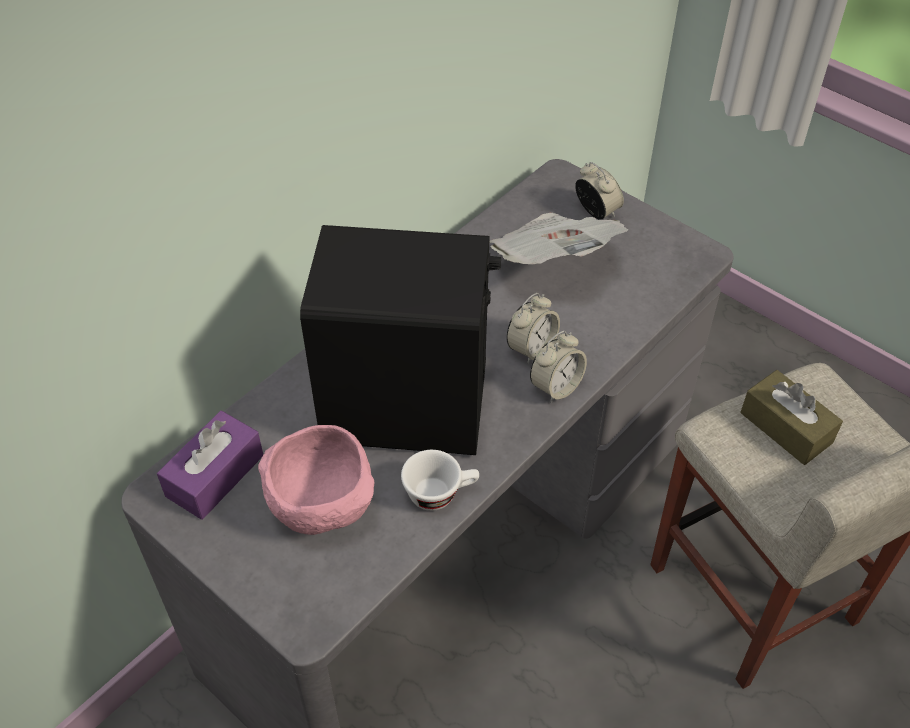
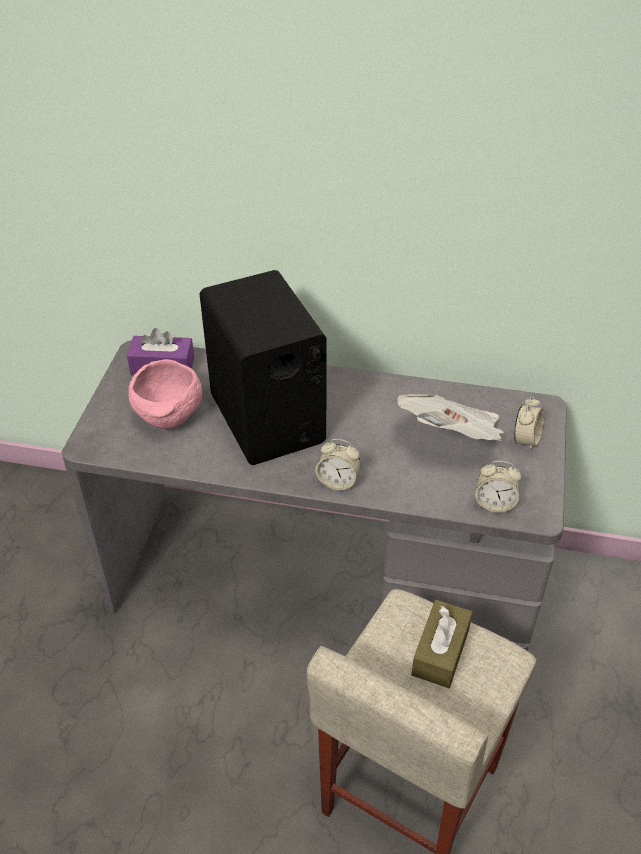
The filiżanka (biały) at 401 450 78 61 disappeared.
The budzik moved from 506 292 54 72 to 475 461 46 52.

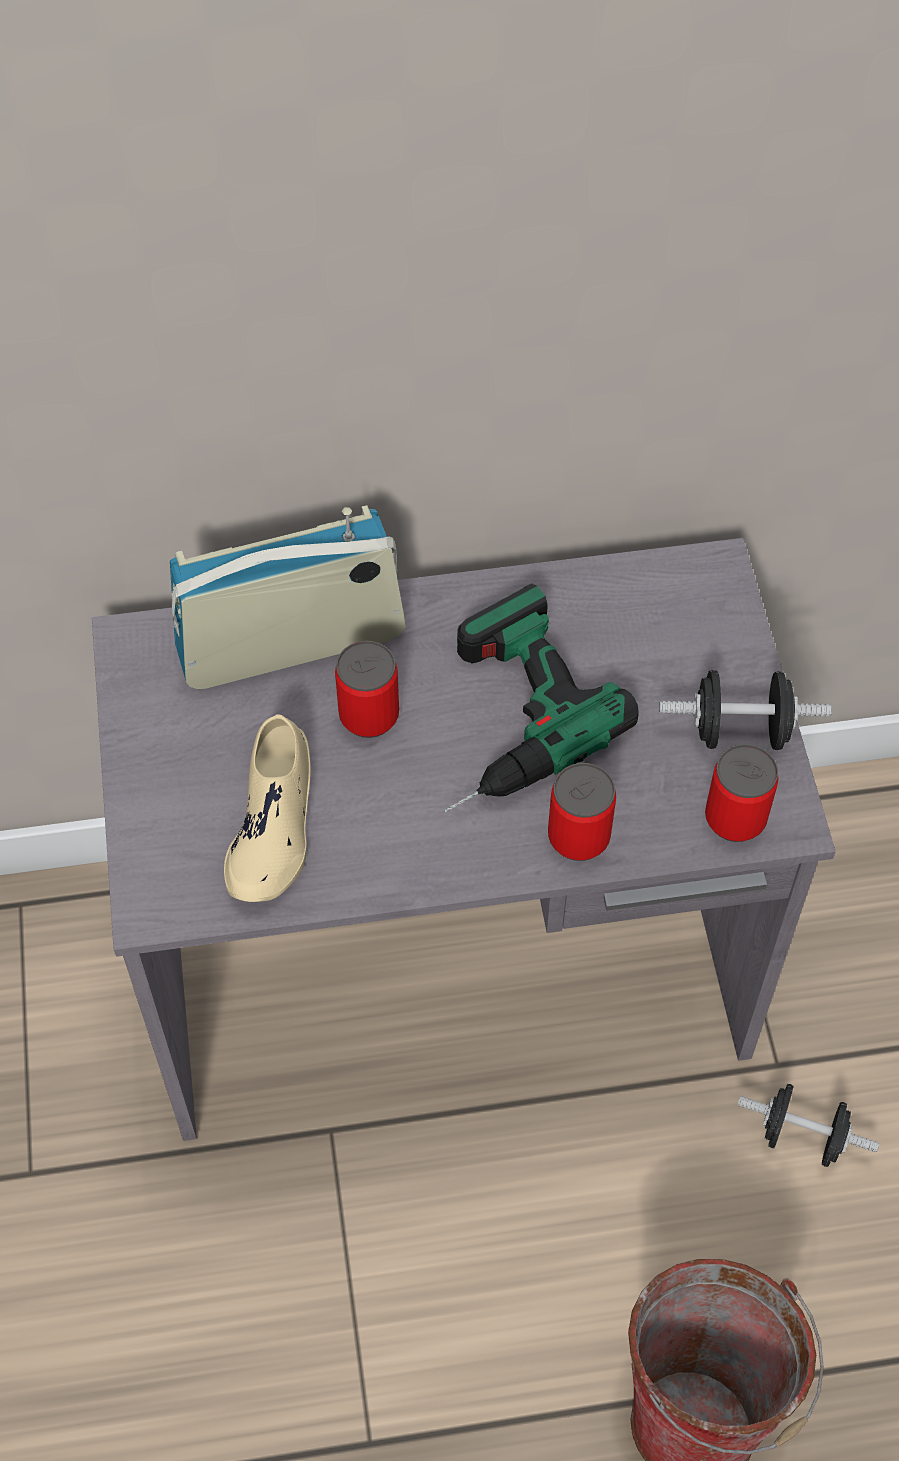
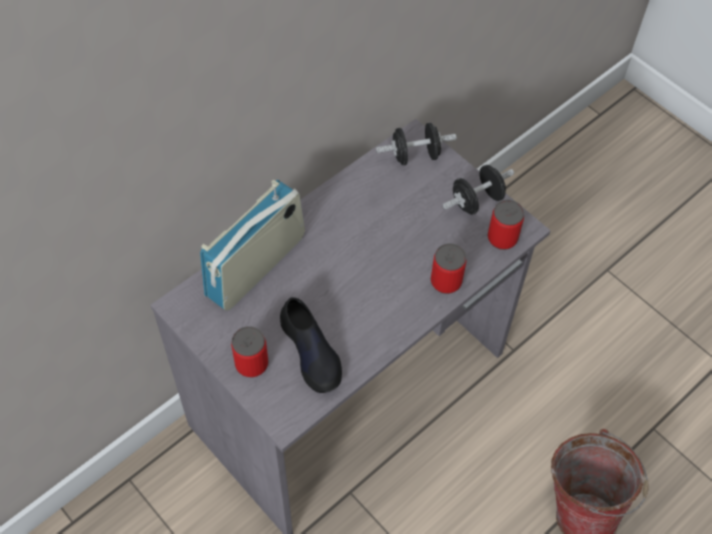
The wiertarka at 444 584 194 229 disappeared.
The puszka moved from 335 641 64 97 to 231 326 37 51.
The hantel (czarny) moved from 737 1084 142 83 to 376 123 81 42.
The but (beżowy) at 224 714 87 188 became the but (czarny) at 280 297 62 96.

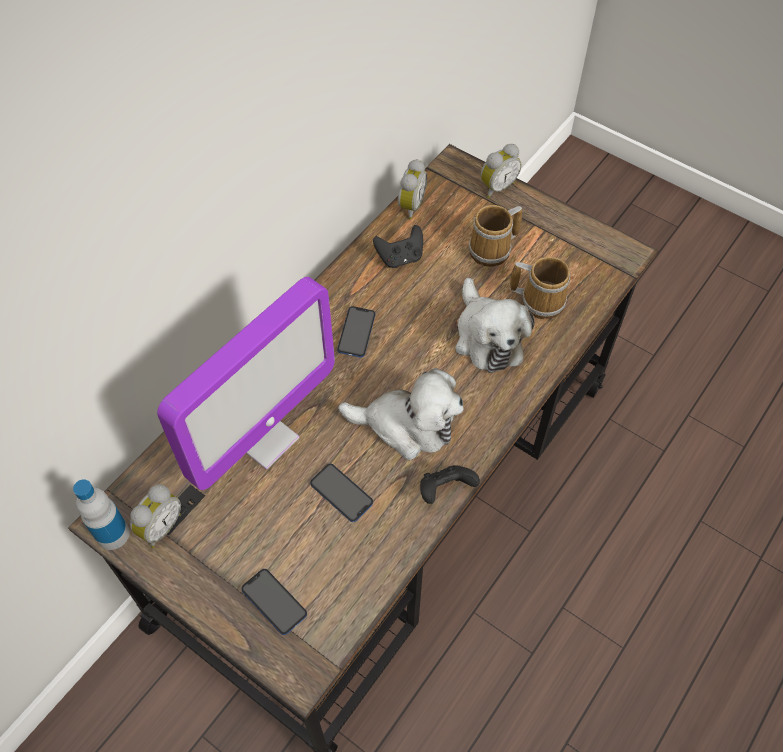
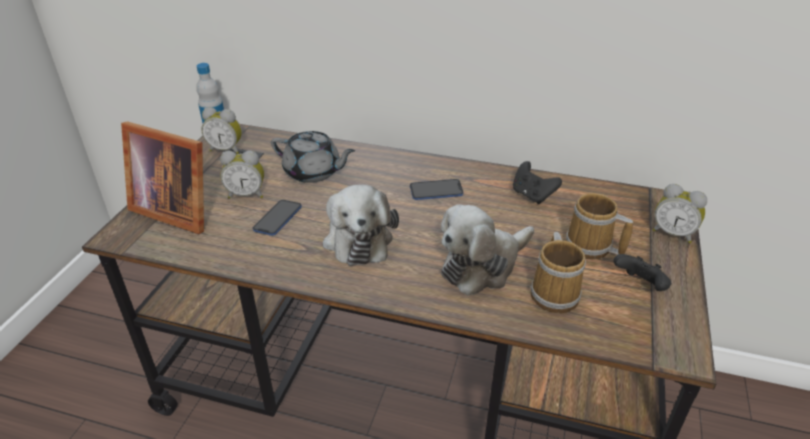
The budzik moved from 398 159 29 60 to 220 151 44 48.
The pad do gier (czarny) moved from 420 465 60 39 to 614 254 57 37.
The monitor at 157 277 178 213 was replaced by the imbryk (szary) at 271 131 84 52.
The telefon at 241 569 66 66 was replaced by the ramka na zdjęcie at 121 121 83 113.

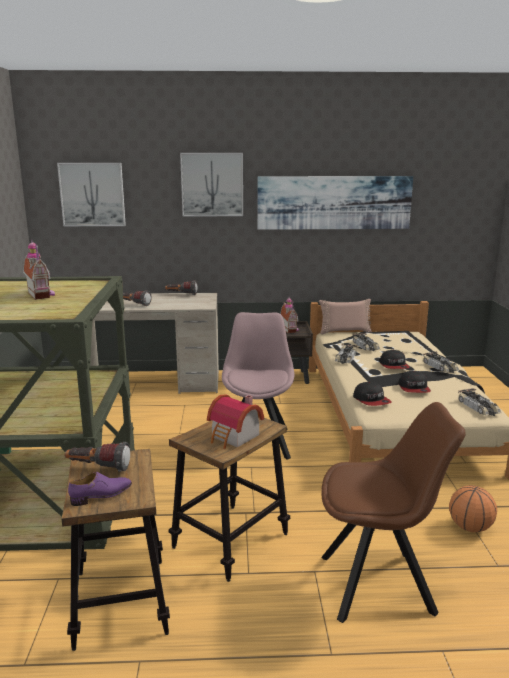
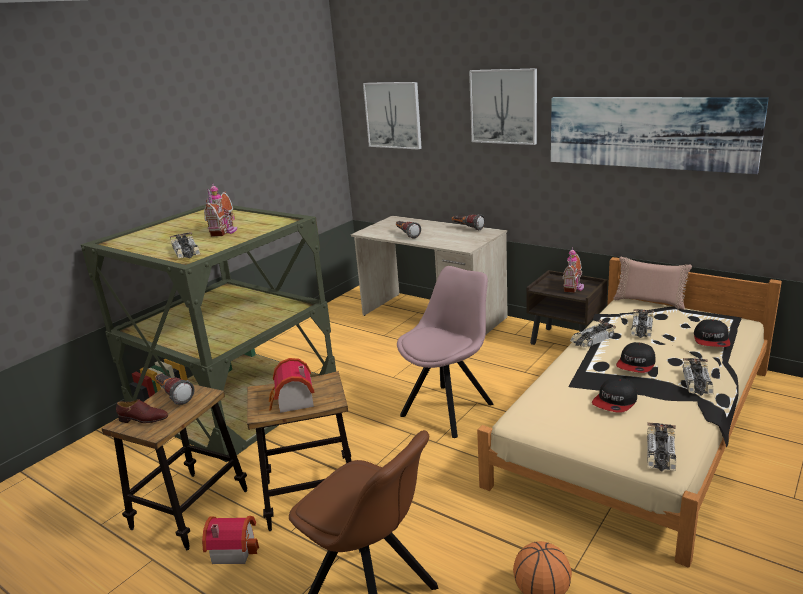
The samochodzik at 170 232 30 27 appeared.
The domek at 202 516 57 48 appeared.
The czapka z daszkiem moved from 353 382 39 24 to 694 319 37 28.
The but (fioletowy) at 68 472 64 34 became the but (brązowy) at 116 399 52 24.

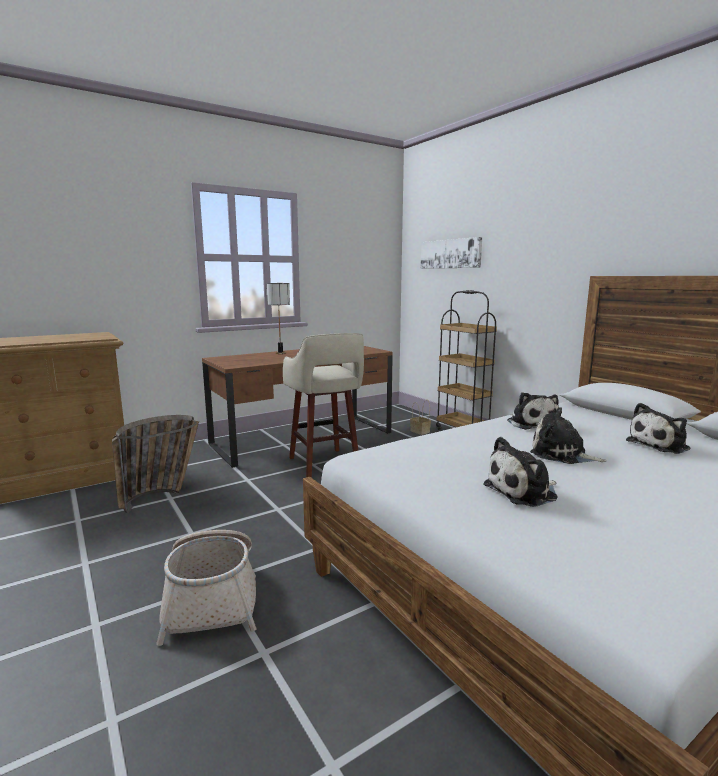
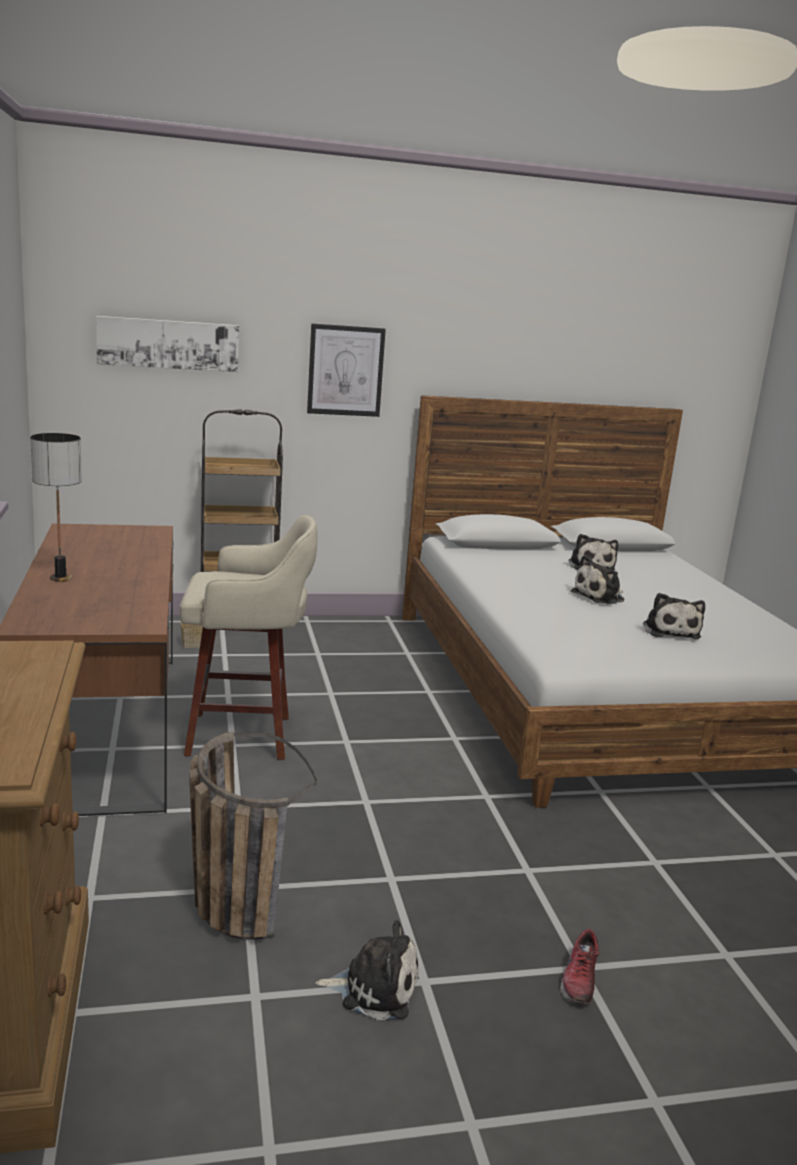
The koszyk at 156 530 100 116 disappeared.
The obraz at 307 323 79 94 appeared.
The but at 560 928 39 77 appeared.
The pluszak moved from 508 392 51 38 to 315 920 103 100.

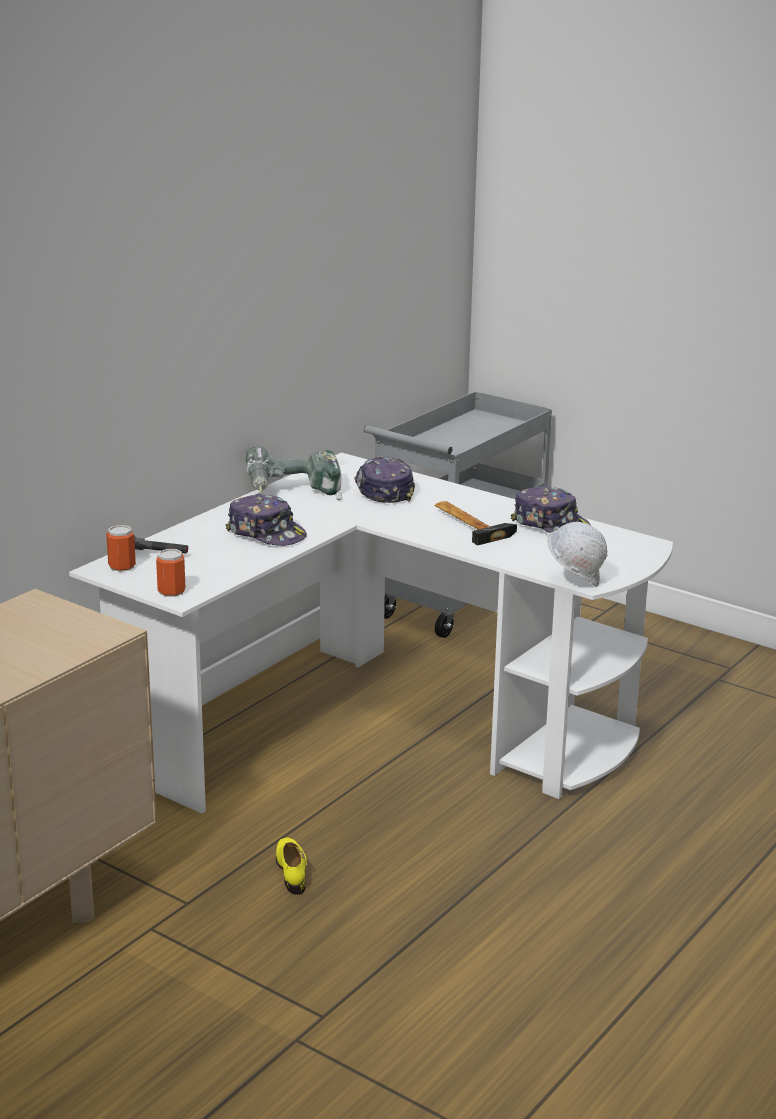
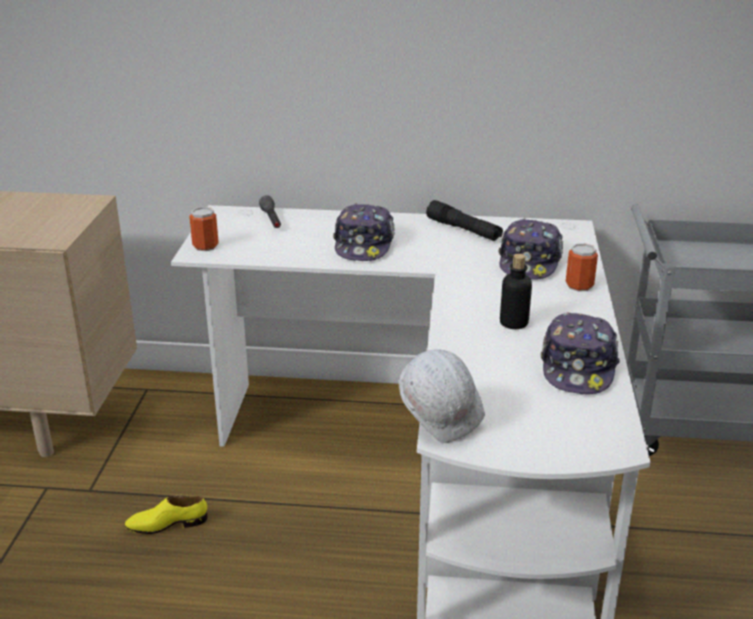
The puszka moved from 106 525 30 47 to 566 243 32 49.
The wiertarka at 246 446 96 54 was replaced by the latarka (czarny) at 426 200 77 41.
The młotek at 435 501 82 44 was replaced by the butelka at 500 254 32 75.
The but (żółty) at 276 838 31 57 turned 150 degrees counterclockwise.
The czapka z daszkiem at 354 457 61 46 turned 150 degrees clockwise.

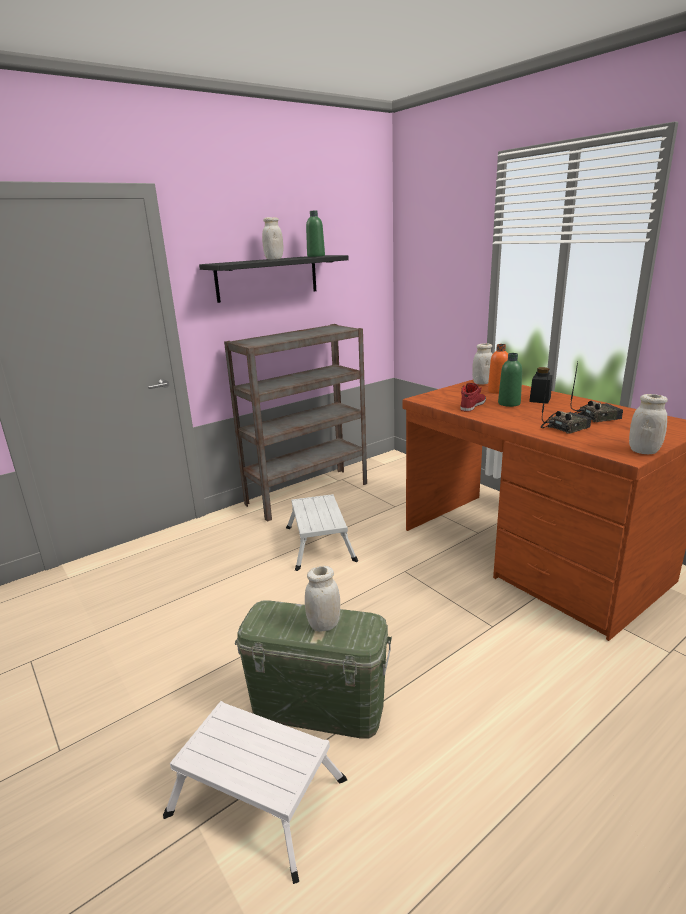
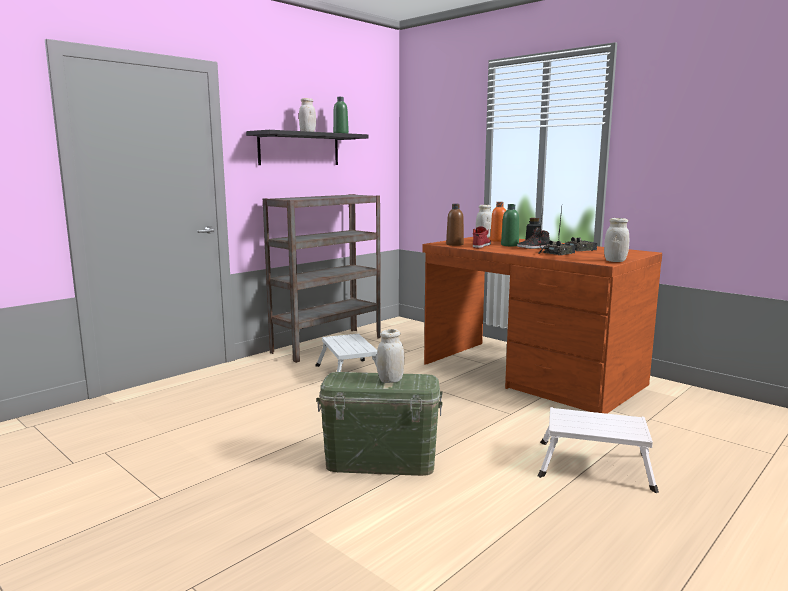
The butelka (brązowy) at 446 204 18 42 appeared.
The but (czarny) at 517 227 33 22 appeared.
The drabinka (biały) moved from 163 701 184 183 to 538 407 121 86.

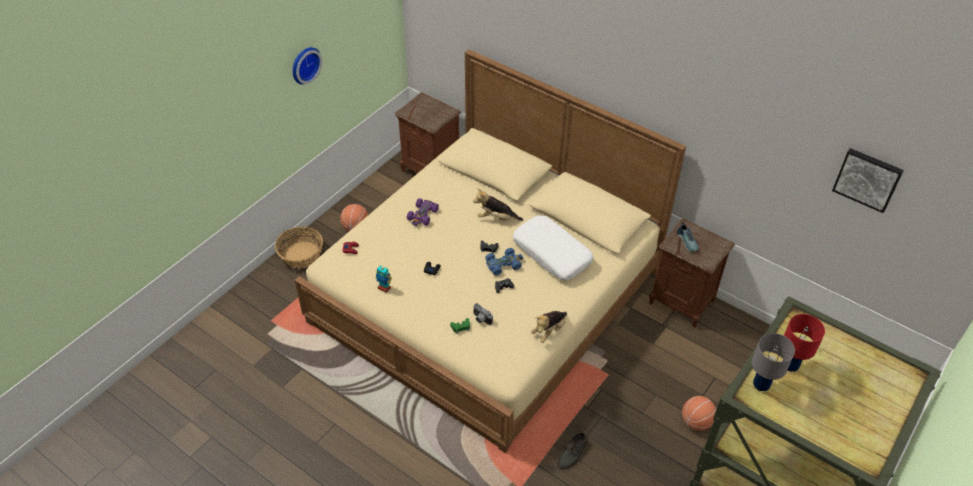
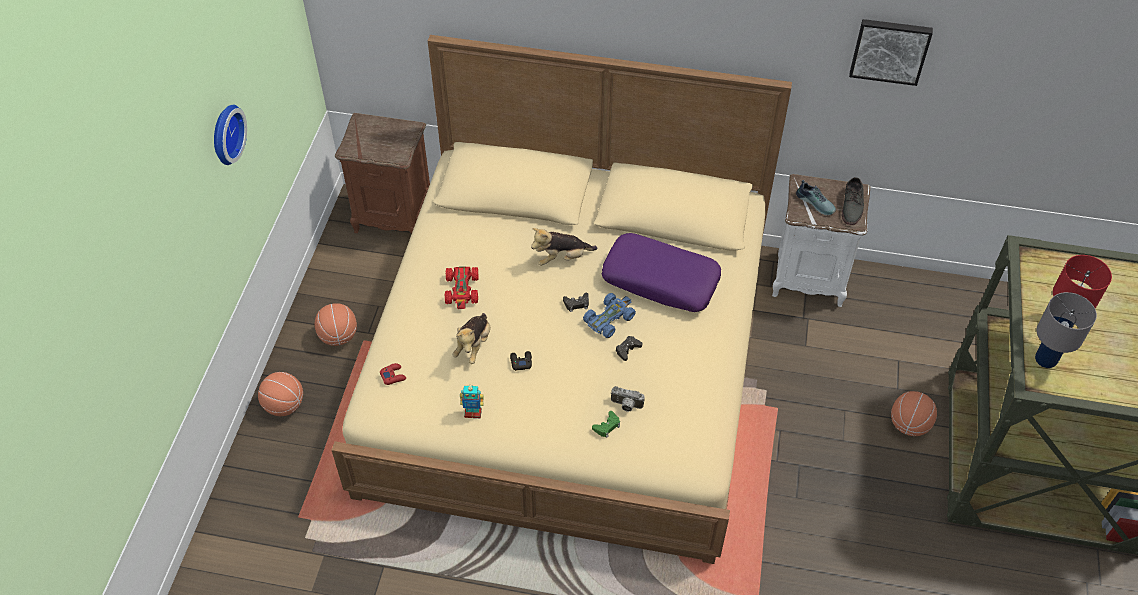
The pluszak moved from 531 311 36 32 to 452 313 39 51.
The but (szary) moved from 557 433 30 36 to 842 177 22 48.
The obraz moved from 832 148 72 65 to 849 19 84 67.
The koszyk at 275 227 48 41 was replaced by the piłka do koszykówki at 258 372 45 44.
The samochodzik (fioletowy) at 407 198 32 28 became the samochodzik (czerwony) at 445 266 33 43.
The poduszka (biały) at 513 215 80 65 became the poduszka (fioletowy) at 601 233 120 79.
The szafka nocna (brązowy) at 649 218 86 110 became the szafka nocna (biały) at 772 174 98 133.

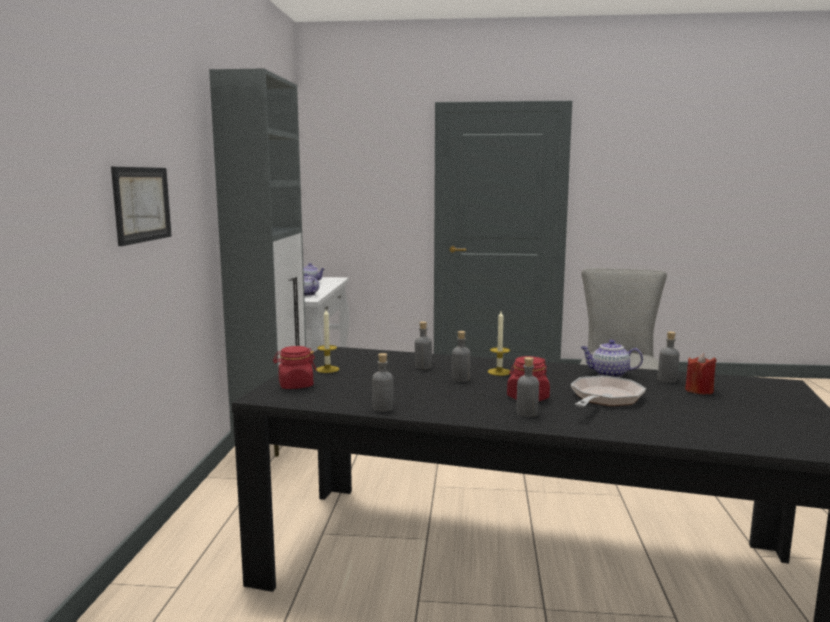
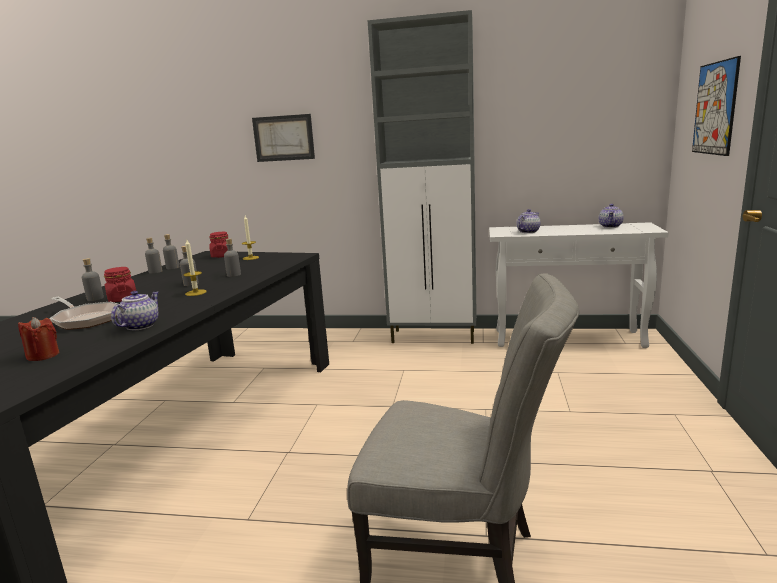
The obraz at 692 56 49 100 appeared.
The butelka (szary) moved from 658 331 22 52 to 163 234 17 36.

